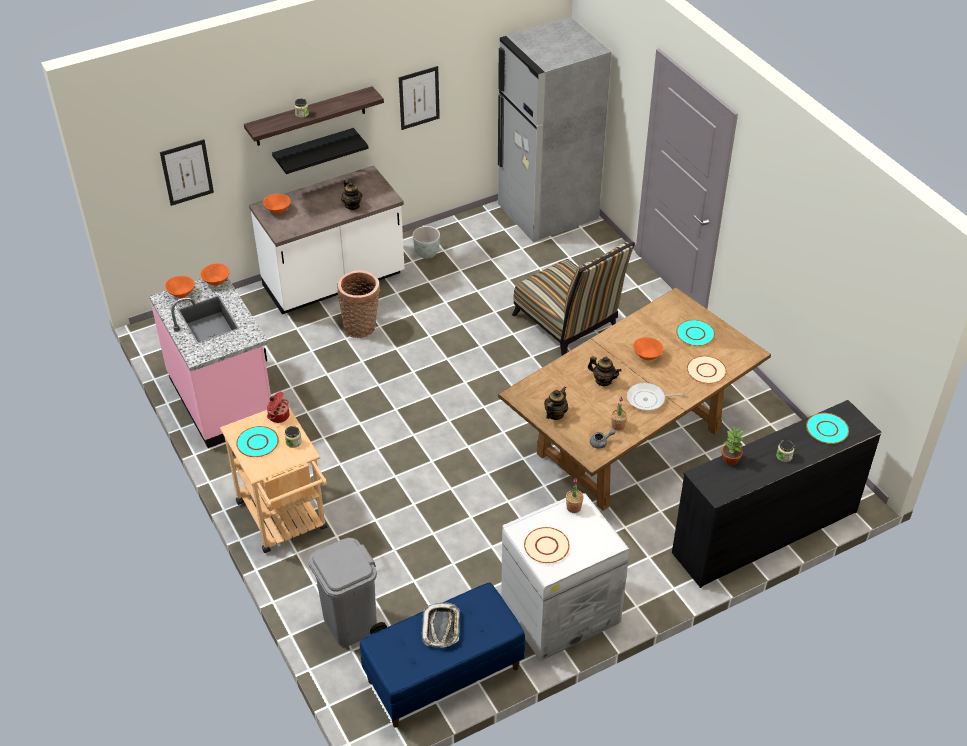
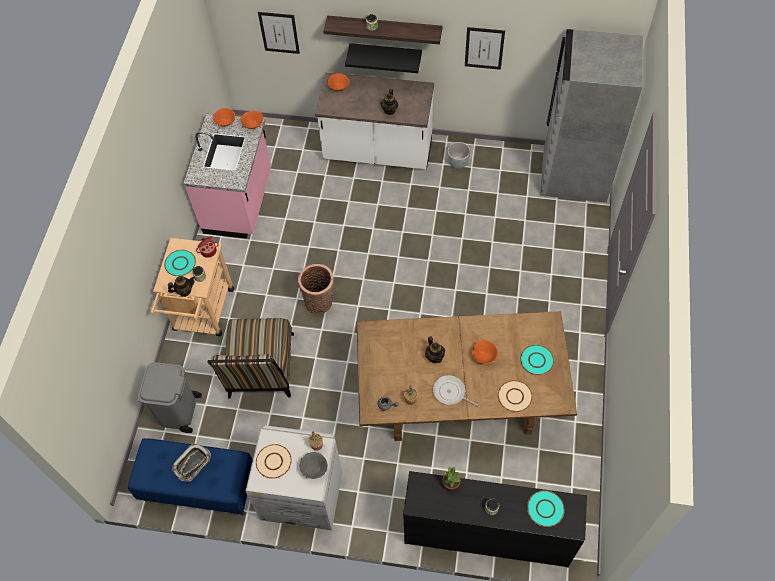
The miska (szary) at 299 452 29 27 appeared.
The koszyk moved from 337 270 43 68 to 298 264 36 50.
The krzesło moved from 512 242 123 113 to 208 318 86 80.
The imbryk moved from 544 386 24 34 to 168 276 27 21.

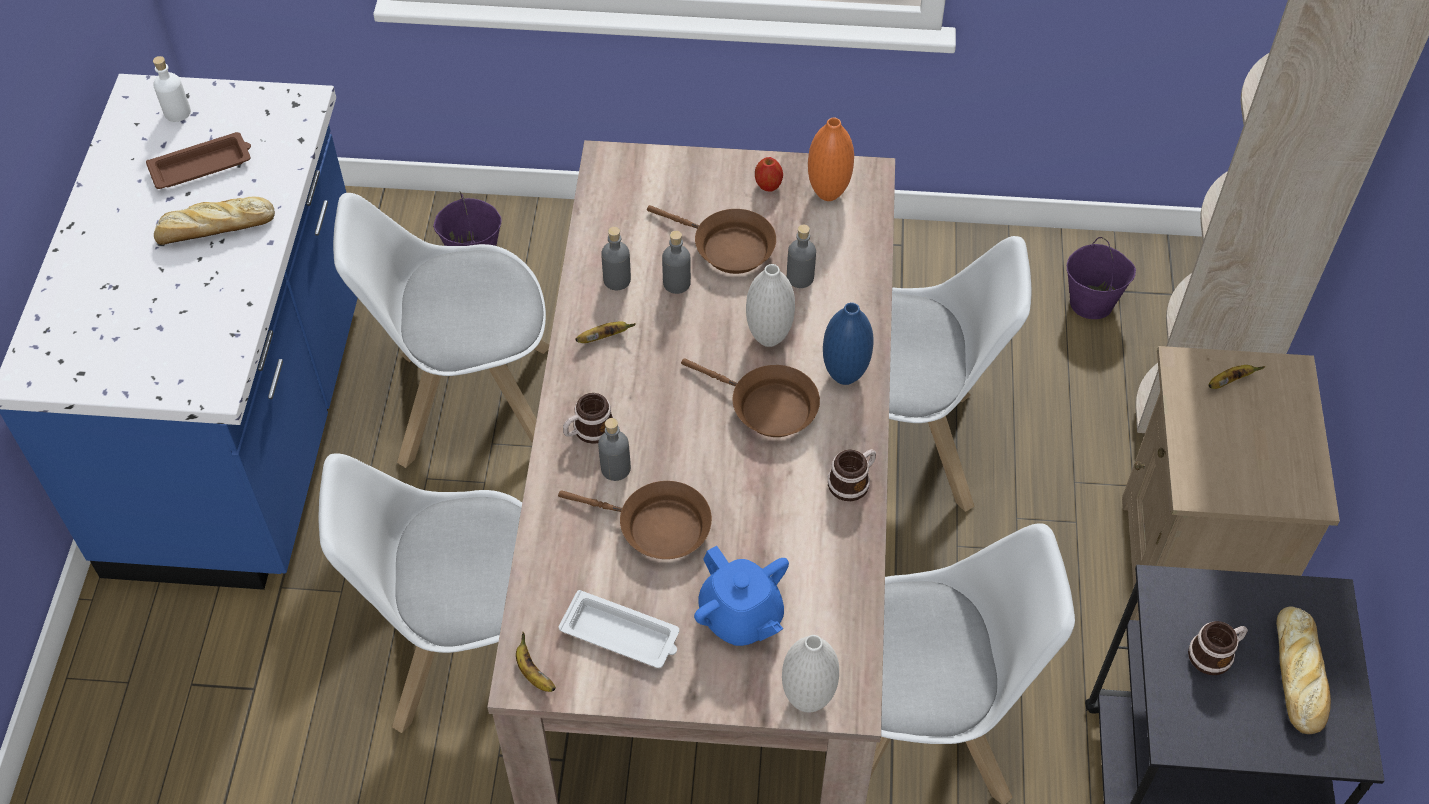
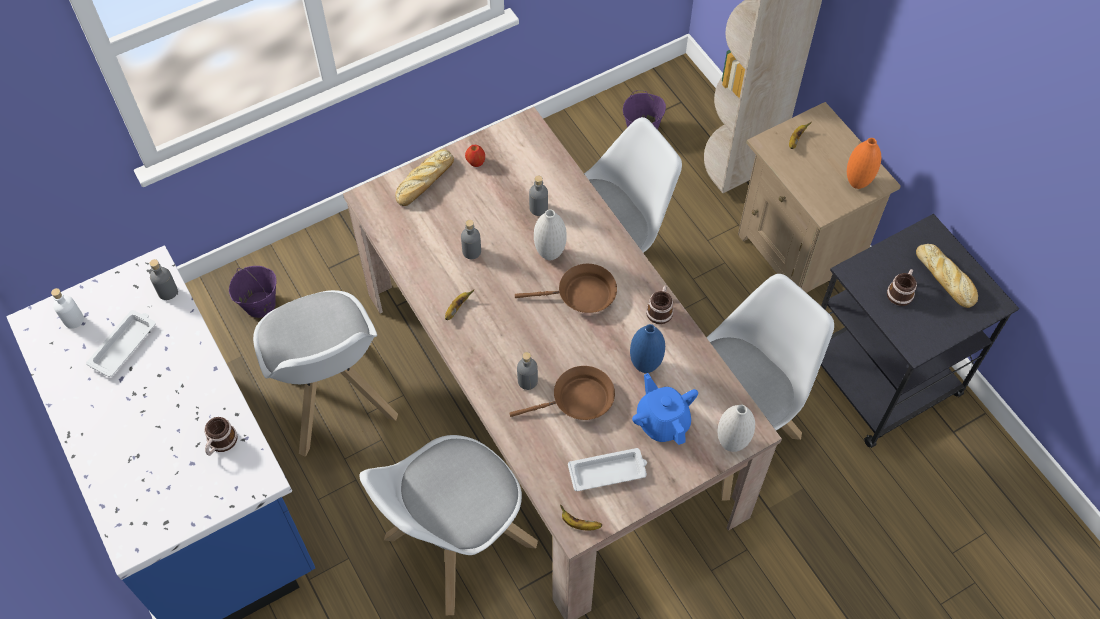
The patelnia (brązowy) at 647 205 129 69 disappeared.
The chleb moved from 154 197 121 48 to 395 149 59 57.
The kubek moved from 563 393 51 51 to 205 417 32 39.
The butelka (szary) moved from 601 227 30 63 to 149 259 29 41.
The wazon (pomarańczowy) moved from 808 118 46 83 to 847 138 34 51.
The wazon (niebieski) moved from 823 302 51 83 to 630 324 35 49.
The taca (brązowy) at 146 132 105 57 became the taca (biały) at 86 310 70 67.
The krzesło at 333 193 216 275 turned 75 degrees counterclockwise.
The imbryk (niebieski) at 694 546 95 100 turned 135 degrees counterclockwise.

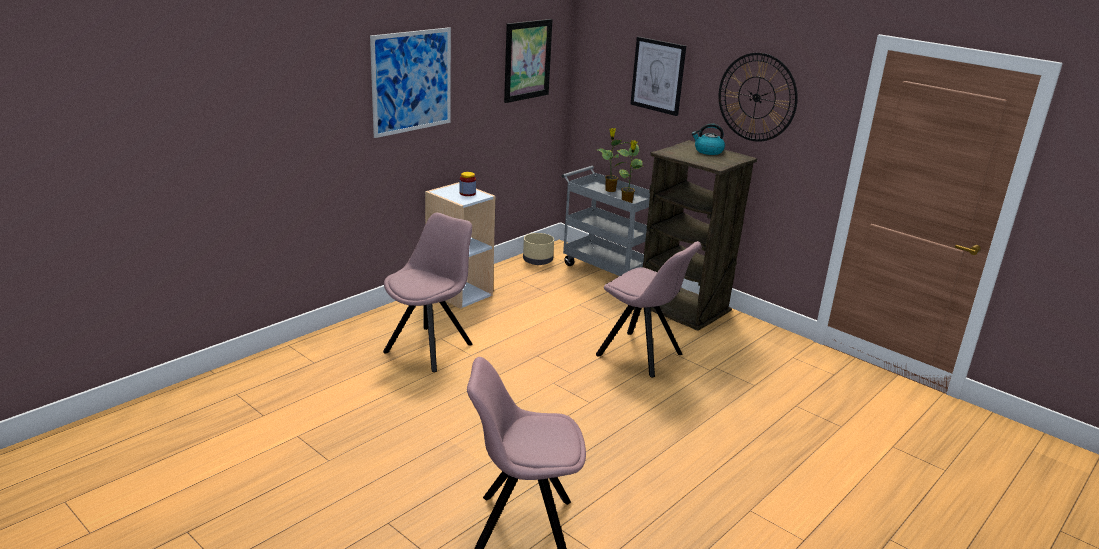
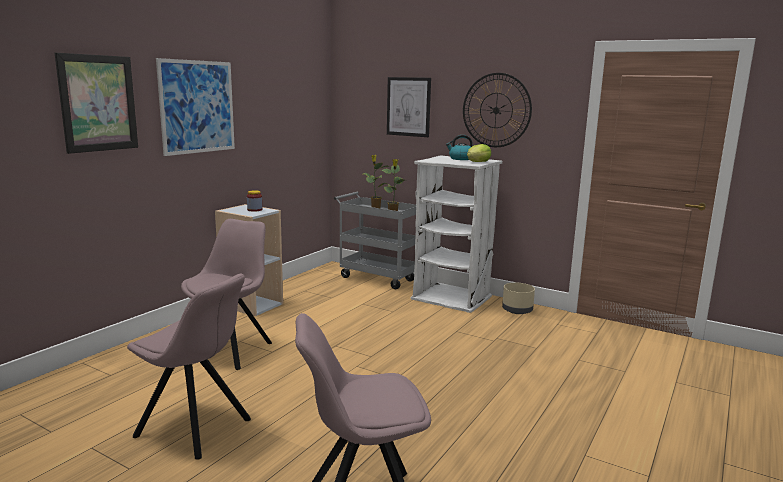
The sałata at 467 144 24 18 appeared.
The obraz moved from 504 19 49 84 to 55 53 83 101.
The donica (beżowy) moved from 523 233 31 32 to 502 283 33 31.
The krzesło (różowy) moved from 596 241 105 137 to 127 274 124 186.
The regał (brązowy) at 643 140 114 191 became the regał (biały) at 410 155 92 158.

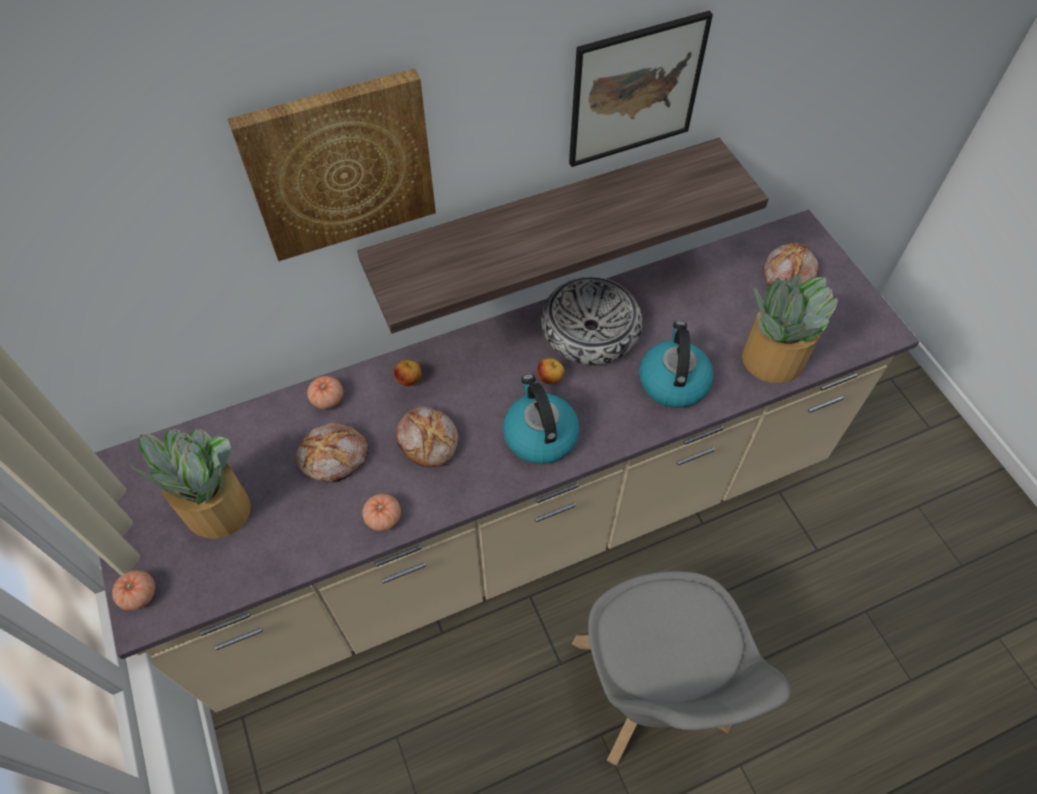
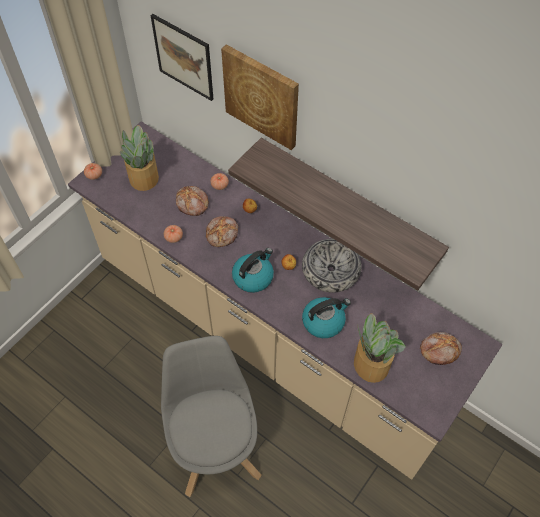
The obraz moved from 569 11 144 156 to 150 14 63 87.
The krzesło (szary) at 572 571 219 195 turned 120 degrees clockwise.

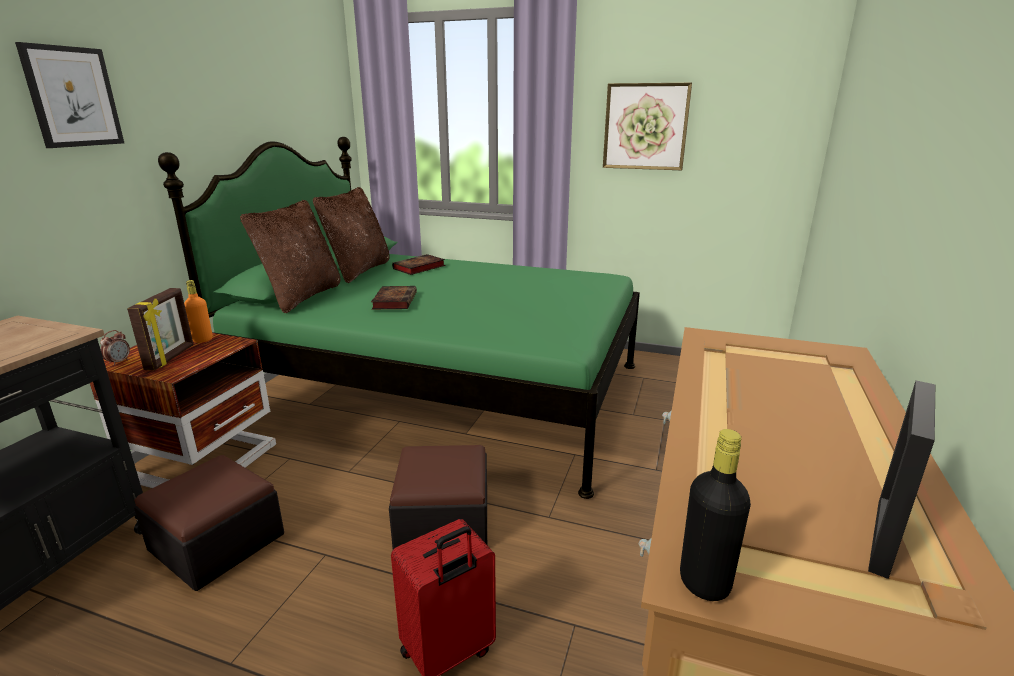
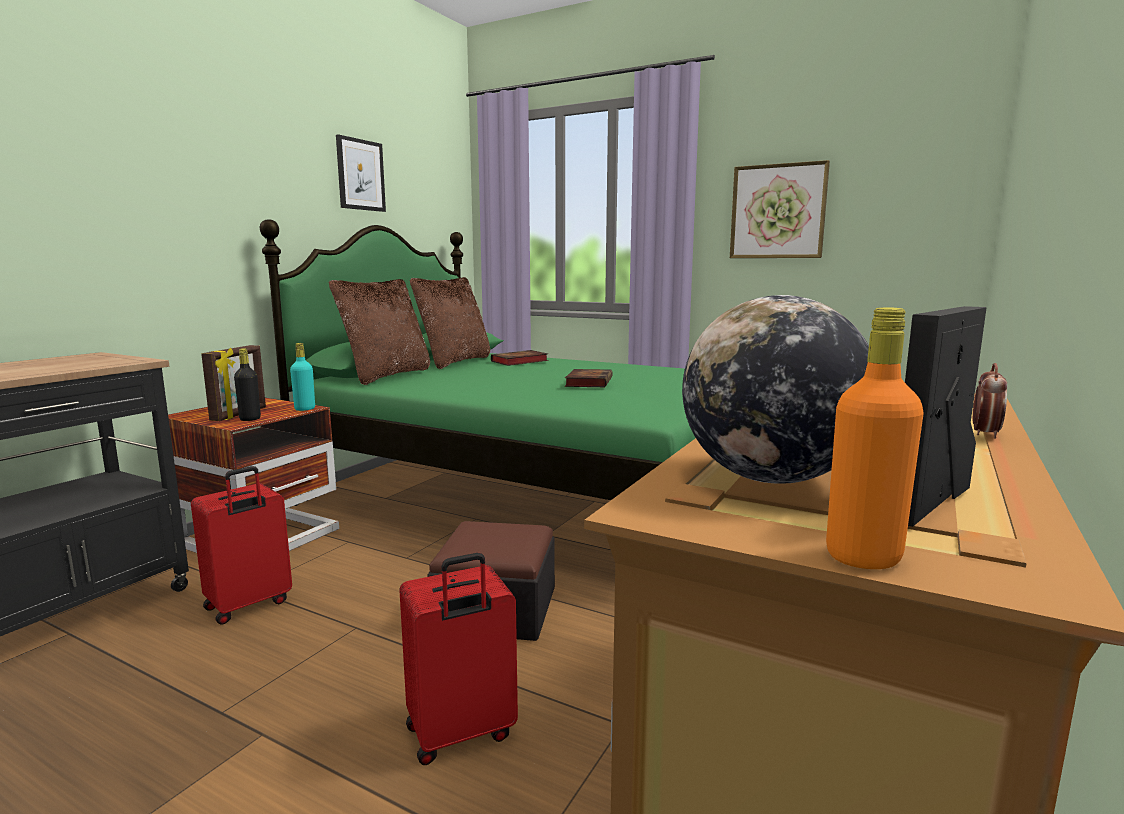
The butelka (turkusowy) at 290 343 25 68 appeared.
The globus at 682 295 187 189 appeared.
The obraz moved from 15 42 109 106 to 336 134 50 78.
The budzik moved from 100 330 30 36 to 973 363 34 76.
The butelka (pomarańczowy) moved from 184 280 29 63 to 826 307 98 262.
The książka moved from 371 286 46 23 to 565 369 47 18.
The butelka (czarny) moved from 680 429 71 172 to 234 348 27 73.
The pufa at 134 455 150 136 was replaced by the walizka (czerwony) at 191 466 101 158.

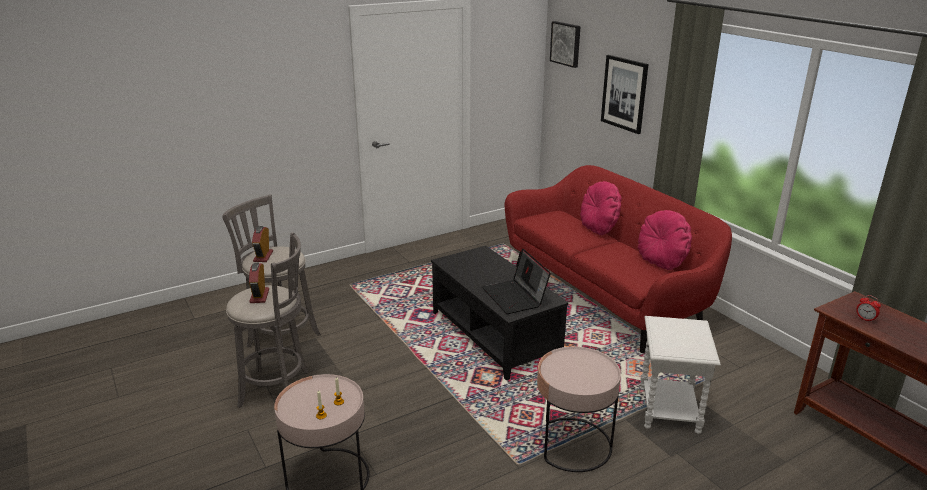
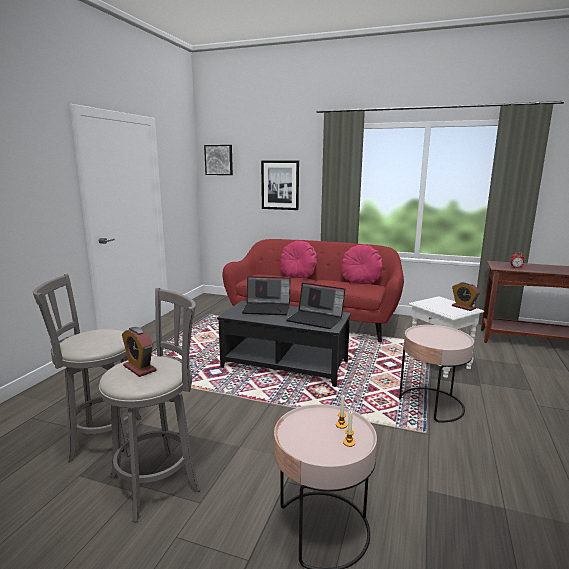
The laptop at 242 276 49 39 appeared.
The budzik moved from 252 226 21 36 to 452 282 28 29.

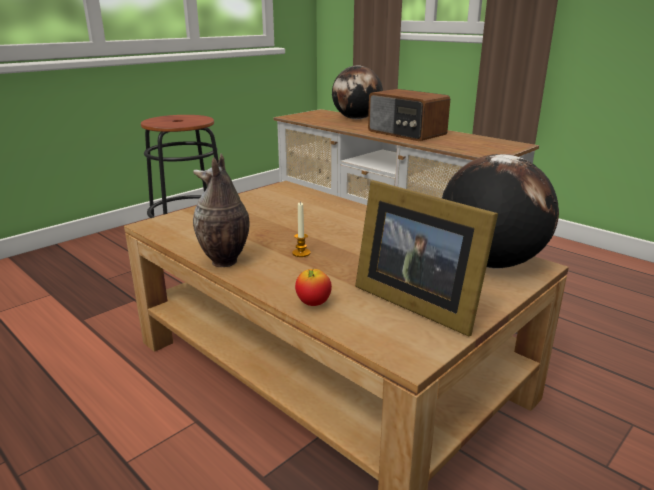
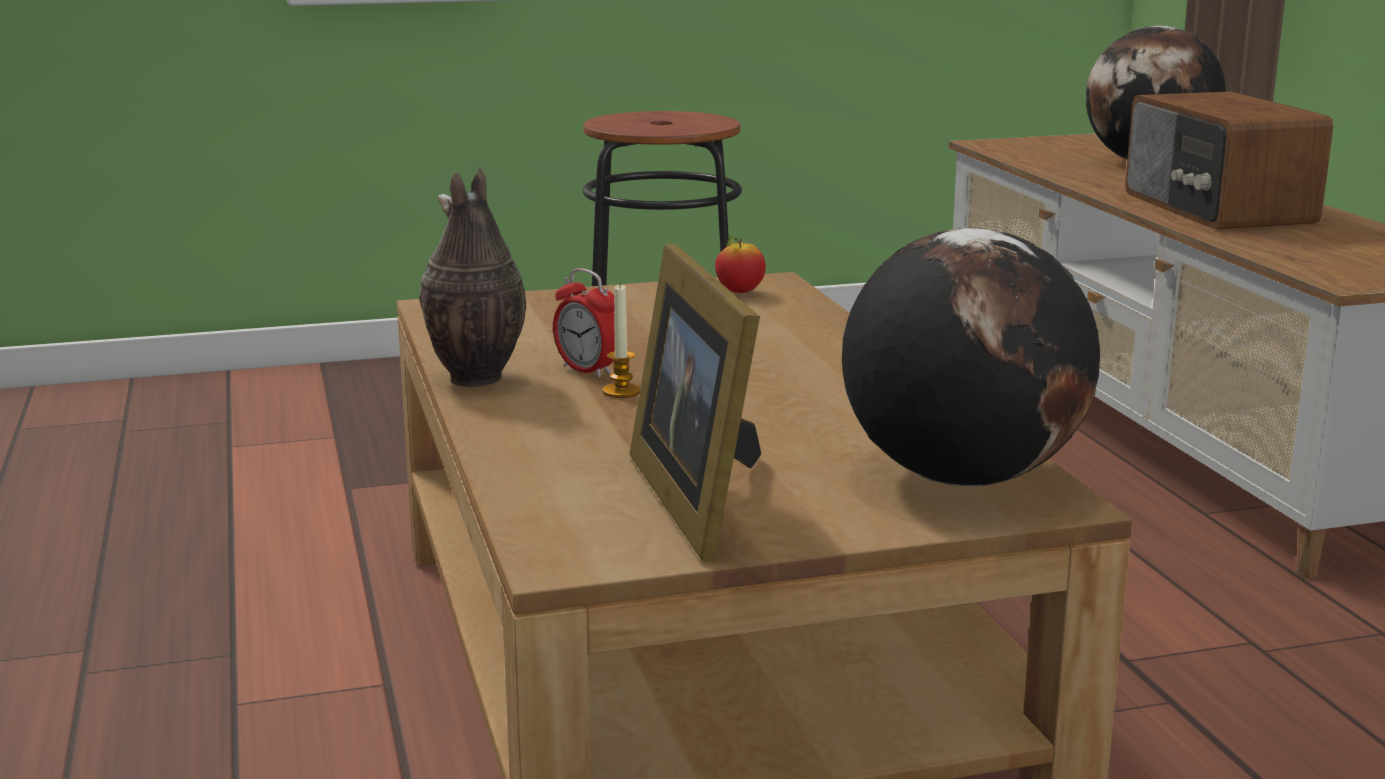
The budzik at 553 268 62 110 appeared.
The jabłko moved from 295 268 37 38 to 715 236 51 57.

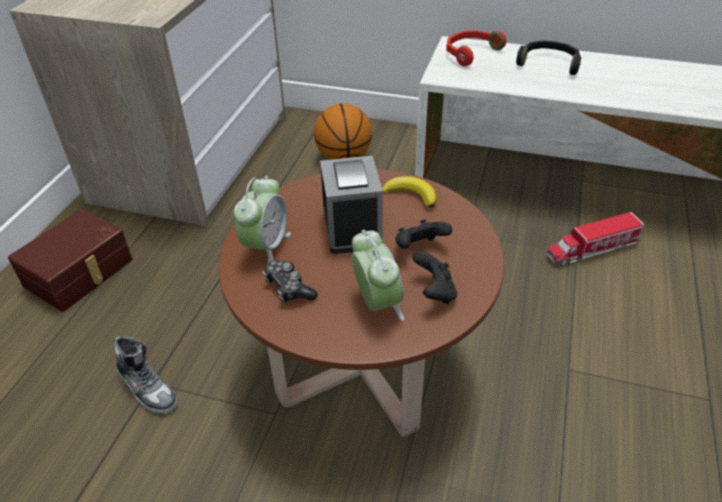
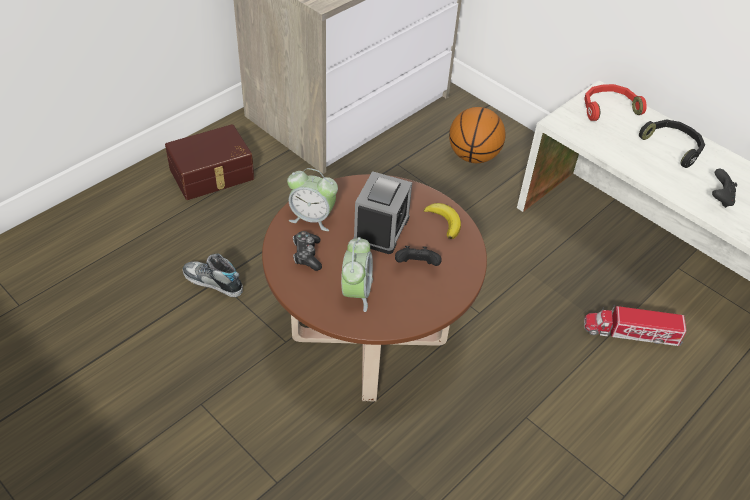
The pad do gier (czarny) moved from 412 251 45 53 to 712 169 25 39.
The but at 114 336 64 78 turned 135 degrees clockwise.
The budzik at 234 176 57 90 turned 60 degrees clockwise.

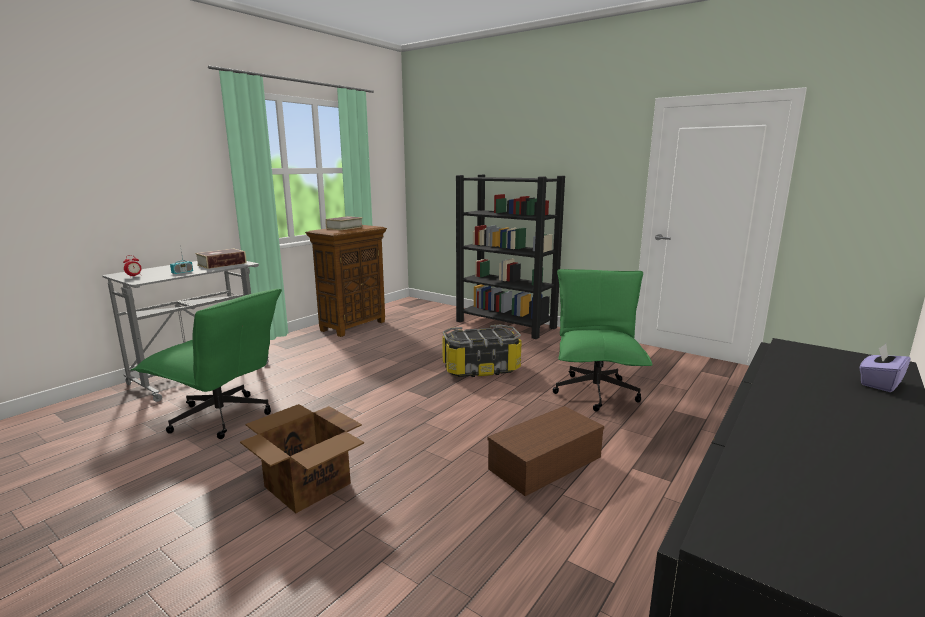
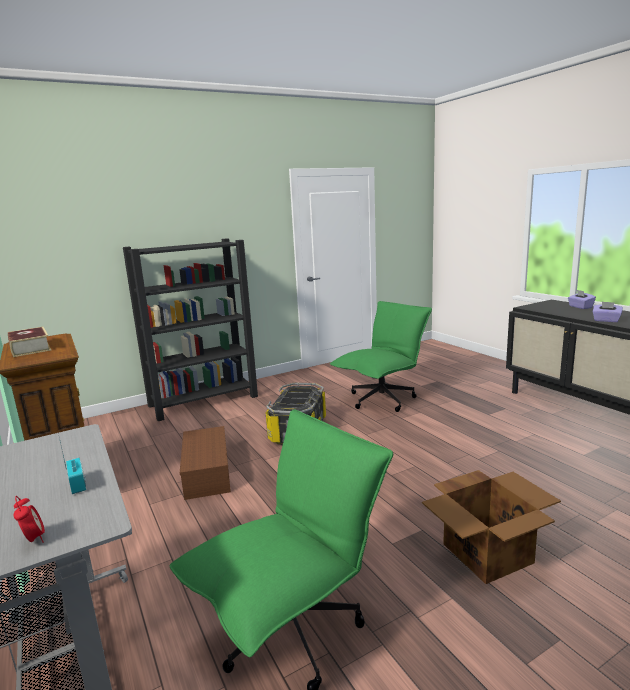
The książka at 195 249 52 20 disappeared.
The pudełko chusteczek (fioletowy) at 593 302 30 20 appeared.
The pojemnik do przechowywania (brązowy) moved from 487 406 117 90 to 180 426 51 74.
The krzesło biurowe (zielony) at 553 269 100 142 turned 105 degrees clockwise.

